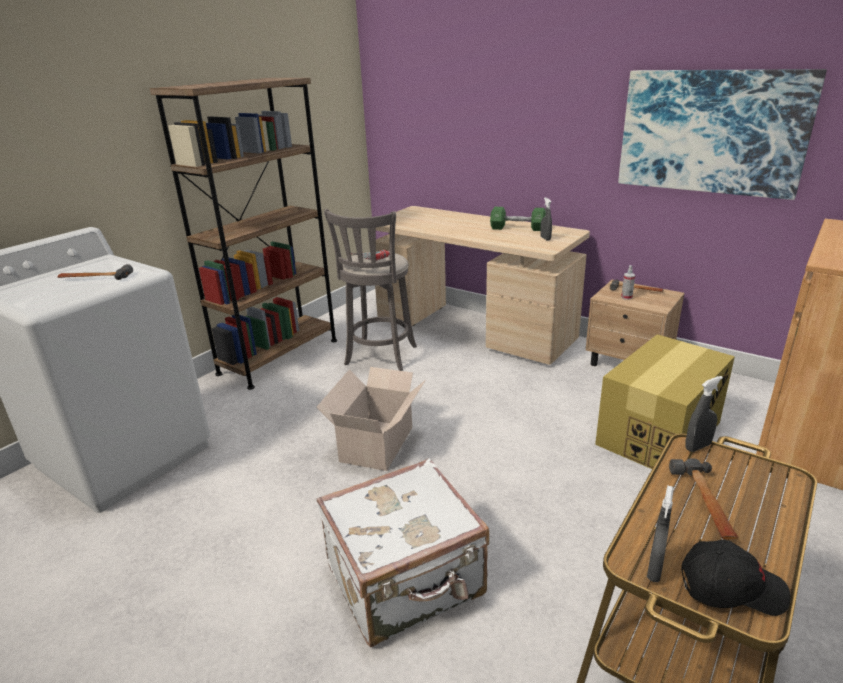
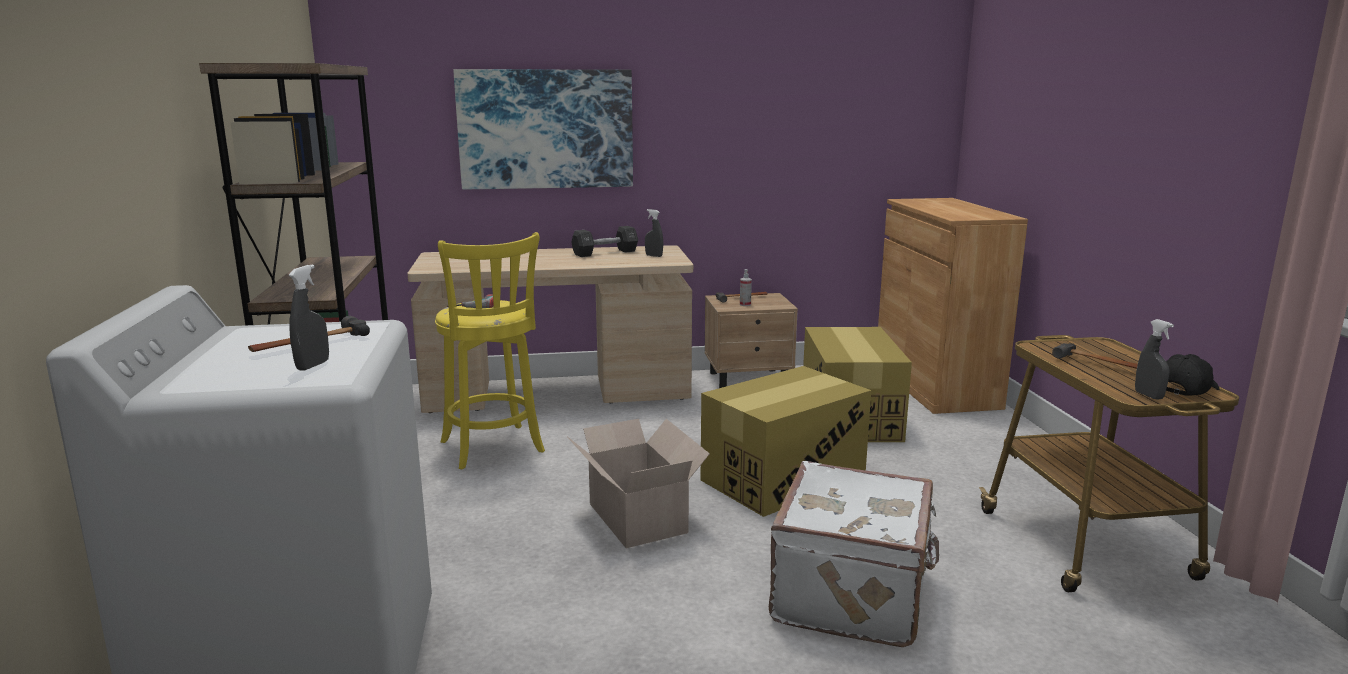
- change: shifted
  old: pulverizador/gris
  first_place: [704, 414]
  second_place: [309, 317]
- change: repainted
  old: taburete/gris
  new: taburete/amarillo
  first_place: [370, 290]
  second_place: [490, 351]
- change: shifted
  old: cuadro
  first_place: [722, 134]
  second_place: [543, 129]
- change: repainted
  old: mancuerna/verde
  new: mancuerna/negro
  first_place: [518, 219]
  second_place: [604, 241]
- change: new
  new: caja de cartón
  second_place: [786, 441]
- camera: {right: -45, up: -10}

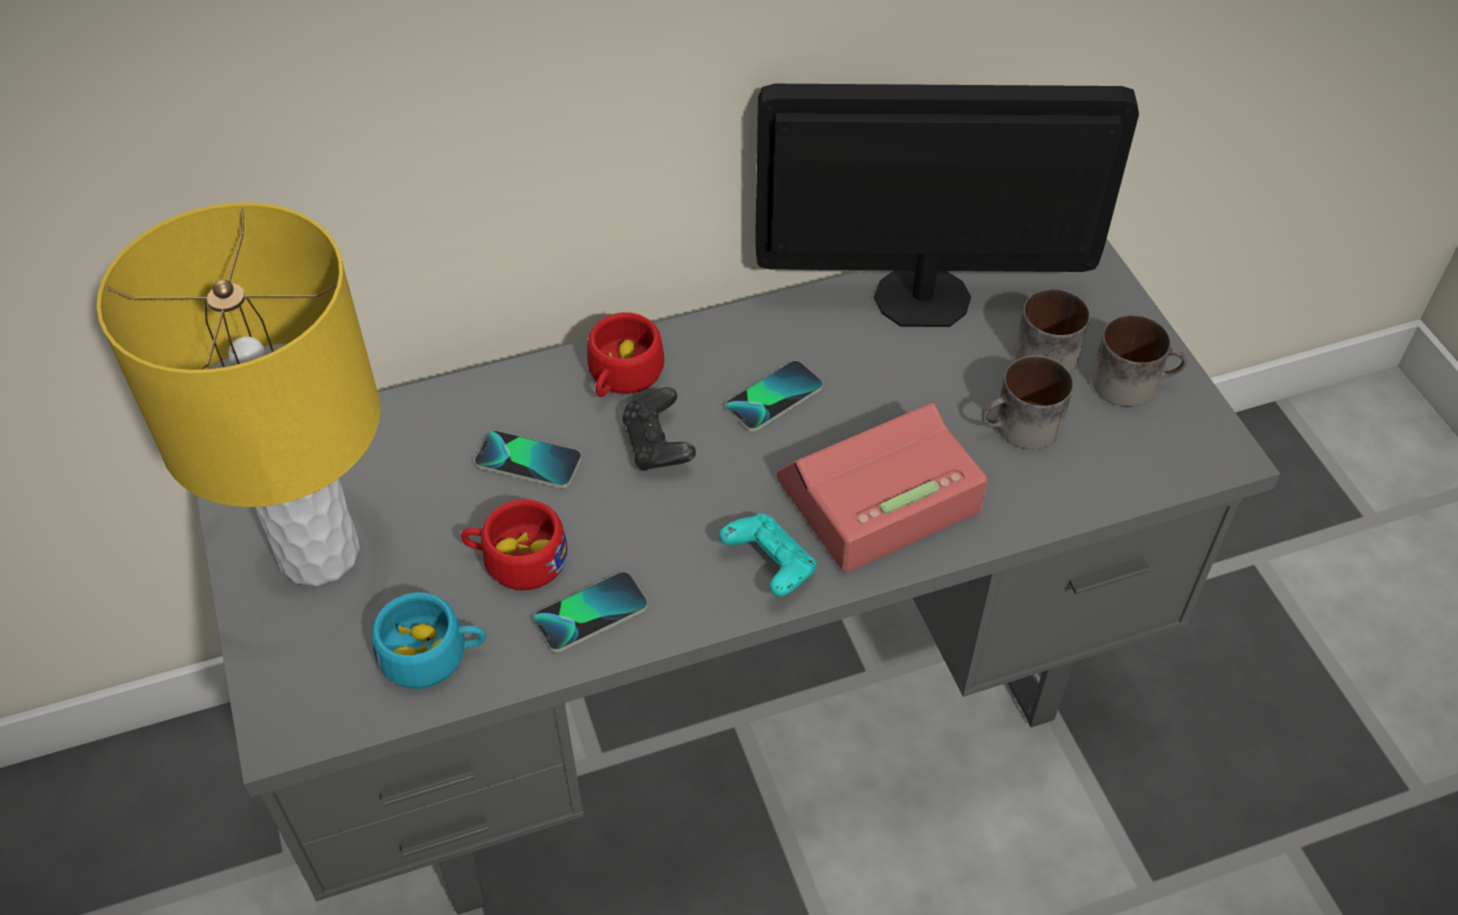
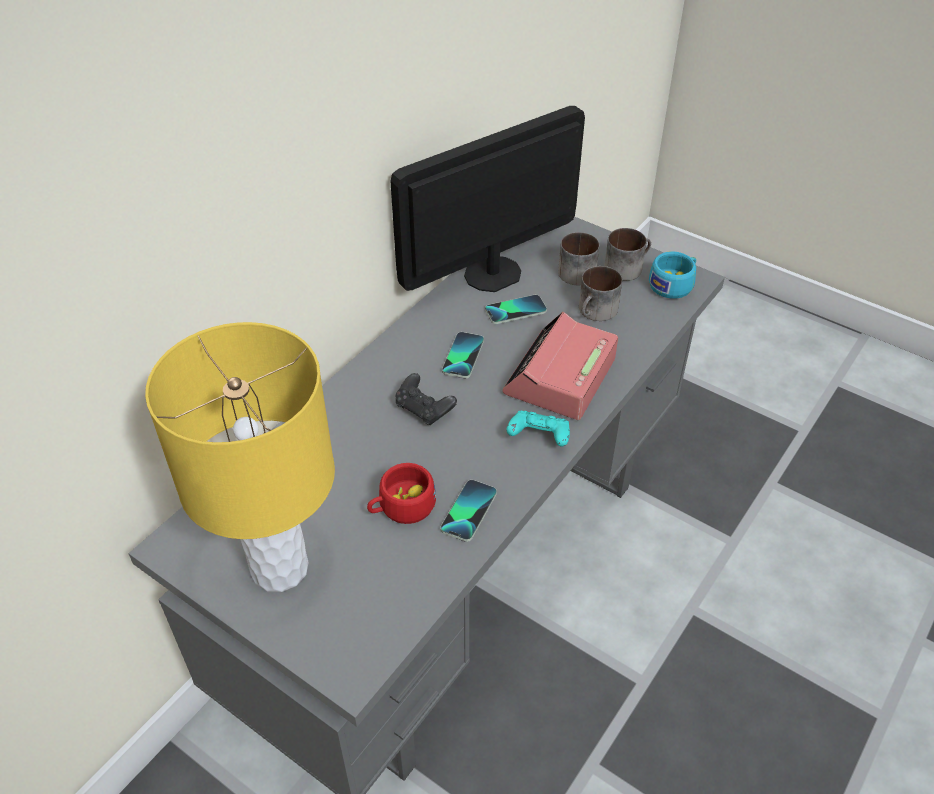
- change: shifted
  old: móvil
  first_place: [528, 459]
  second_place: [516, 309]
- change: shifted
  old: taza/turquesa
  first_place: [429, 641]
  second_place: [672, 275]
- change: gone
  old: taza/rojo
  first_place: [625, 354]
- camera: {right: -35, up: -5}

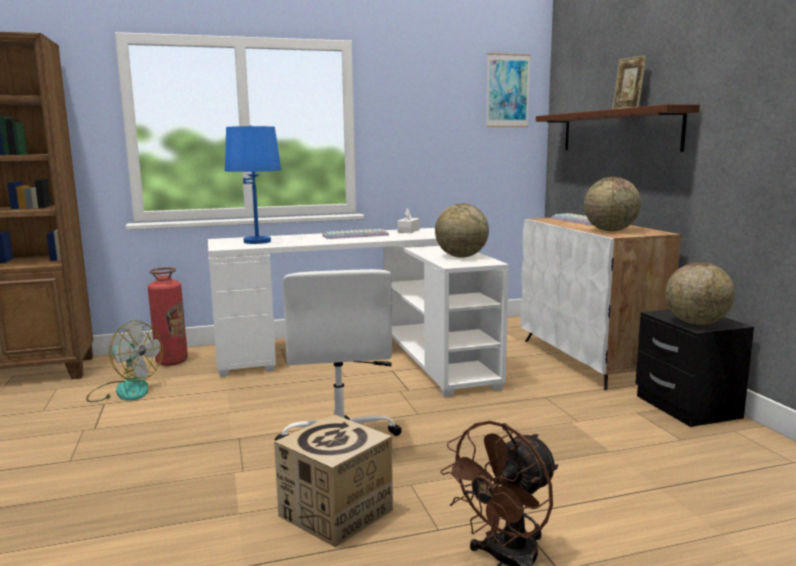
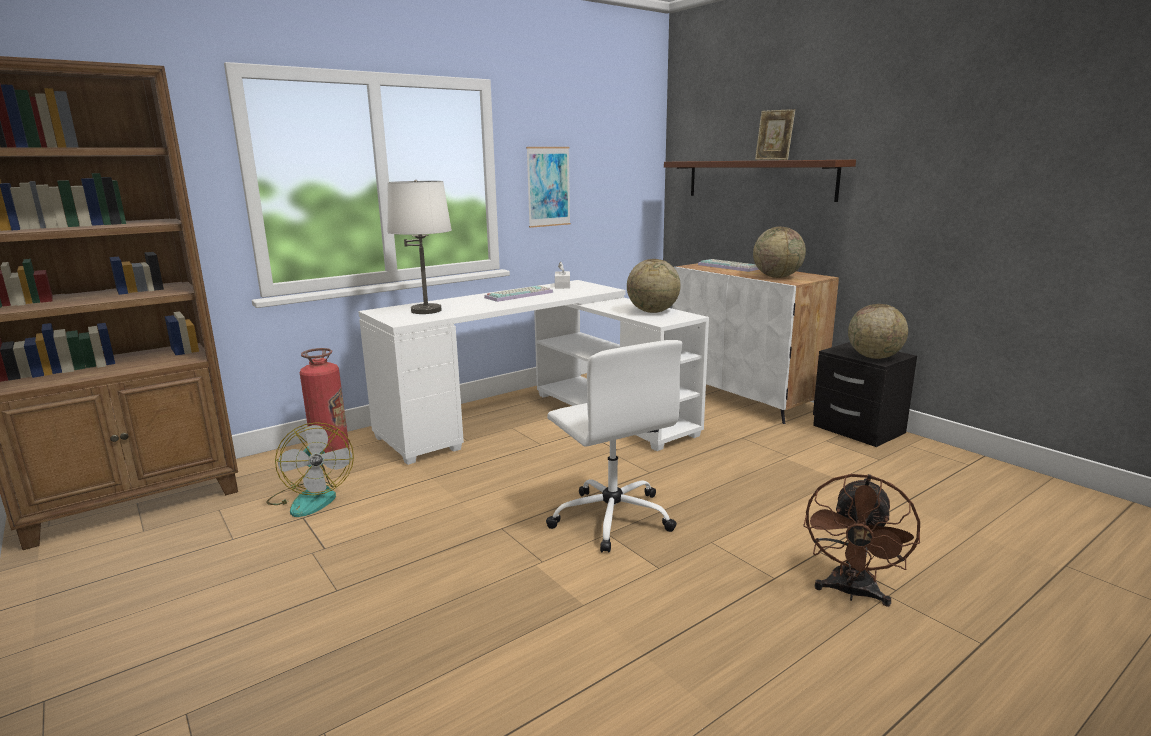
- change: rotated
  old: ventilador
  first_place: [124, 361]
  second_place: [310, 469]
  degrees: 60
- change: repainted
  old: lámpara de mesa/azul
  new: lámpara de mesa/blanco
  first_place: [253, 184]
  second_place: [419, 247]
- change: shifted
  old: cuadro
  first_place: [508, 90]
  second_place: [548, 187]
- change: gone
  old: caja de cartón
  first_place: [333, 480]
- camera: {right: -20, up: 5}

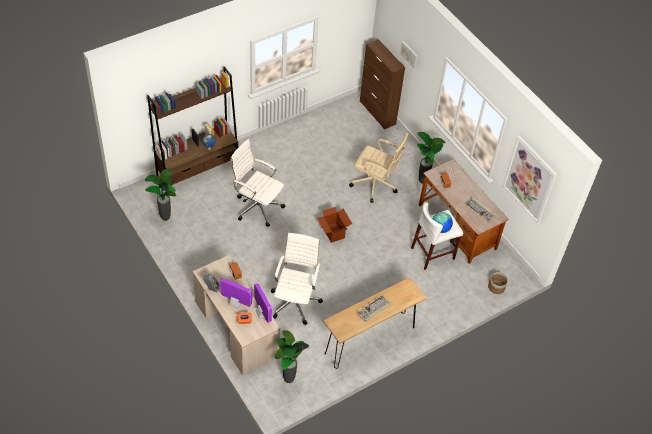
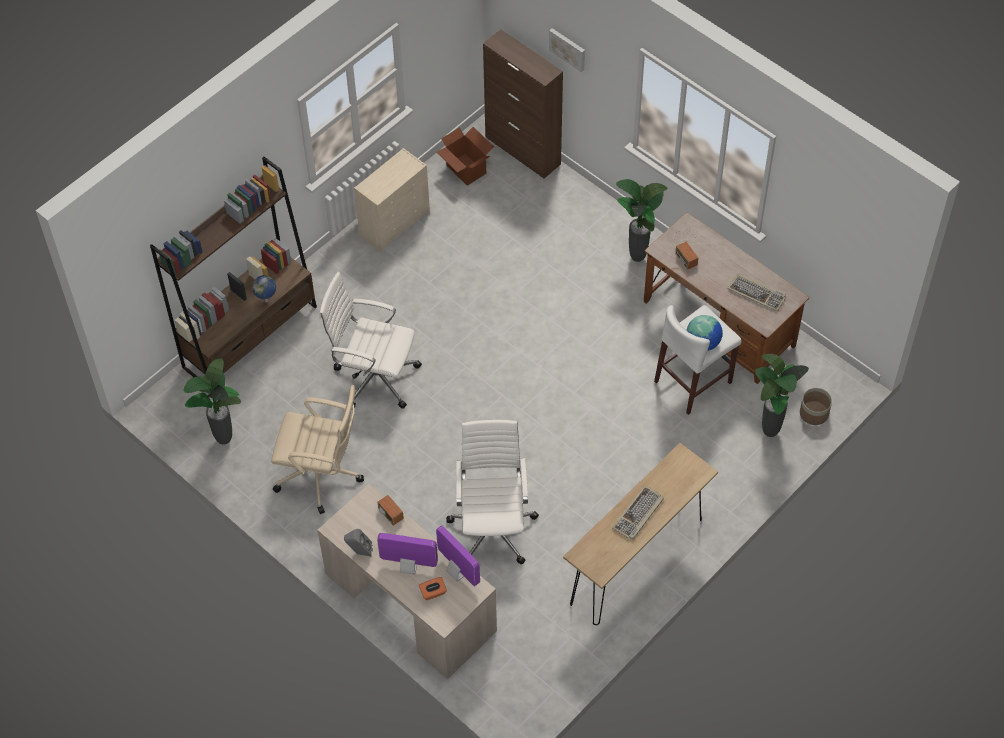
- change: shifted
  old: silla de oficina/beis
  first_place: [378, 168]
  second_place: [317, 449]
- change: new
  new: cómoda/beis
  second_place: [392, 200]
- change: shifted
  old: caja de cartón
  first_place: [334, 225]
  second_place: [465, 156]
- change: shifted
  old: planta en maceta
  first_place: [292, 356]
  second_place: [782, 395]
- change: gone
  old: cuadro
  first_place: [530, 179]
- camera: {right: -10, up: 5}

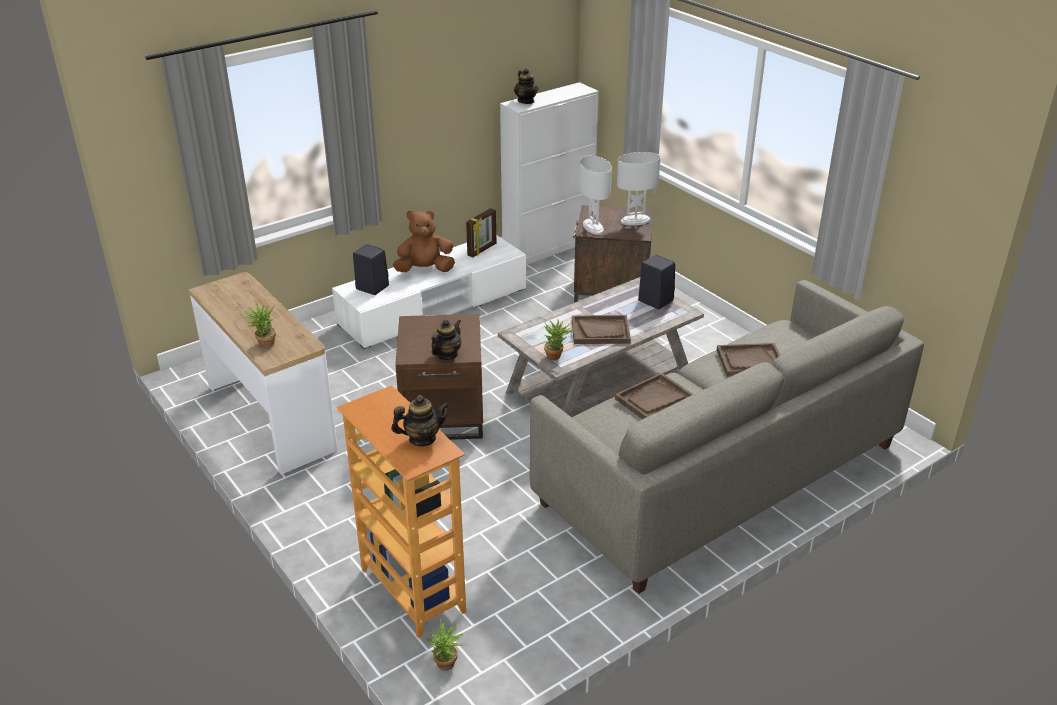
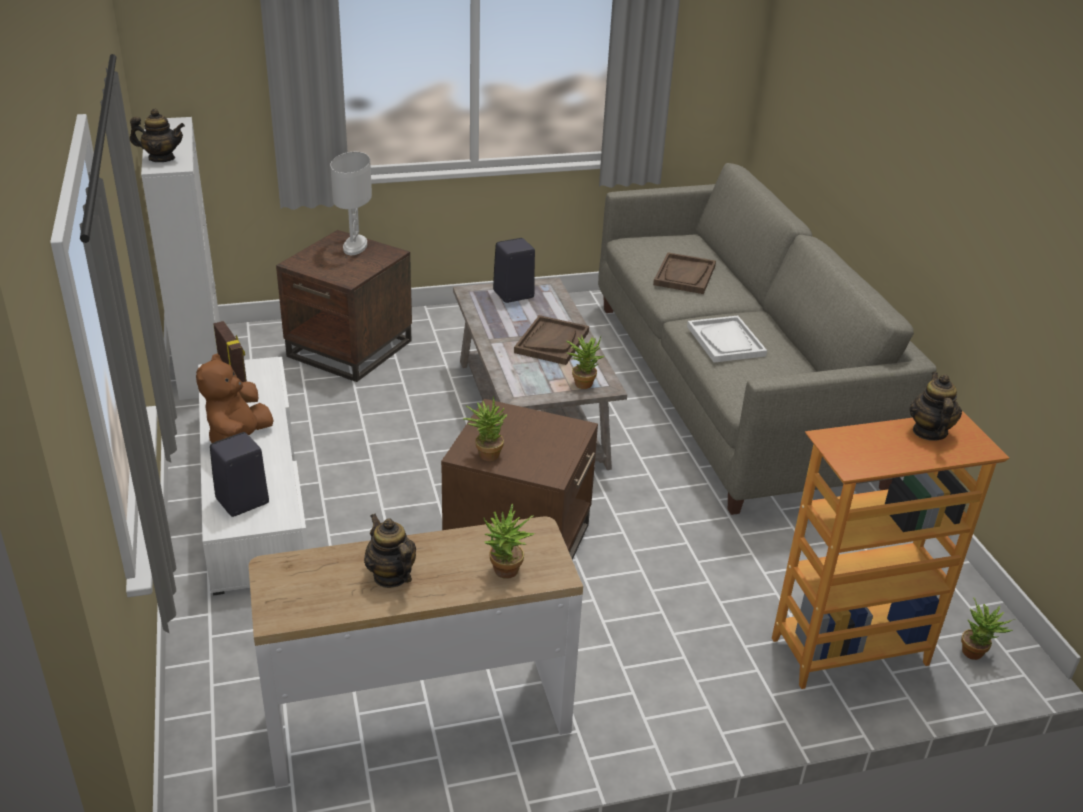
- change: shifted
  old: tetera
  first_place: [446, 339]
  second_place: [390, 551]
- change: new
  new: planta en maceta
  second_place: [485, 428]
- change: repainted
  old: bandeja/marrón
  new: bandeja/blanco
  first_place: [654, 396]
  second_place: [727, 339]
- change: gone
  old: lámpara de mesa/blanco
  first_place: [595, 195]
- camera: {right: -70, up: 0}

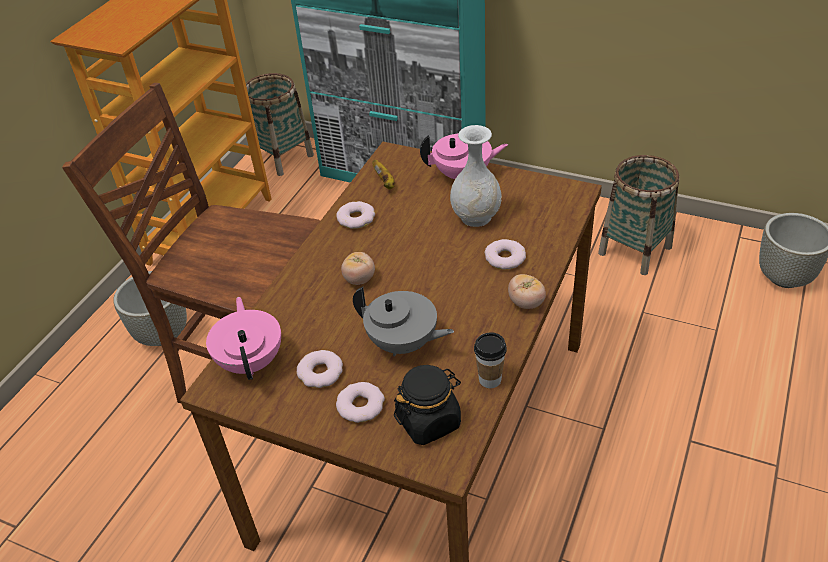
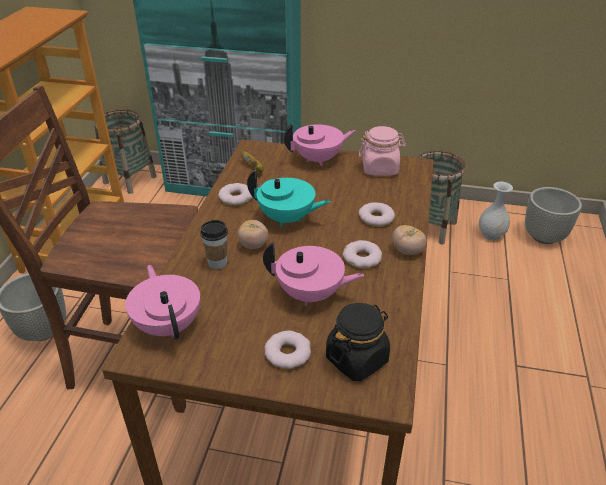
- change: shifted
  old: taza
  first_place: [490, 360]
  second_place: [214, 244]
- change: new
  new: tetera/turquesa
  second_place: [288, 198]
- change: repainted
  old: tetera/gris
  new: tetera/rosa
  first_place: [403, 322]
  second_place: [313, 274]
- change: shifted
  old: rosquilla
  first_place: [320, 369]
  second_place: [362, 254]
- change: new
  new: tarro/rosa
  second_place: [382, 151]
- change: shifted
  old: florero/blanco
  first_place: [476, 176]
  second_place: [496, 210]
- camera: {right: -15, up: -5}

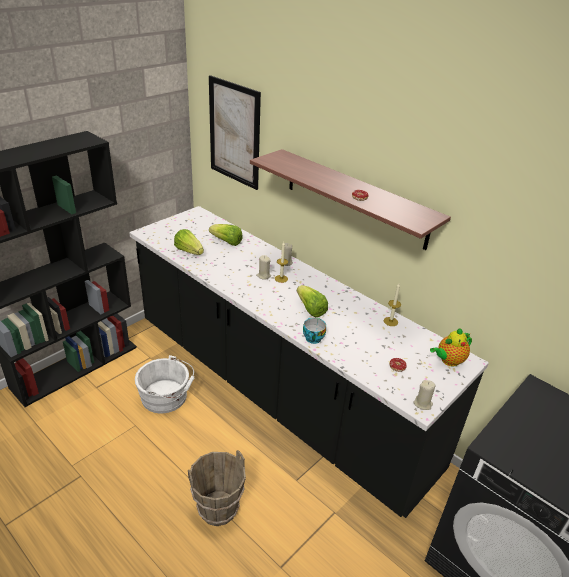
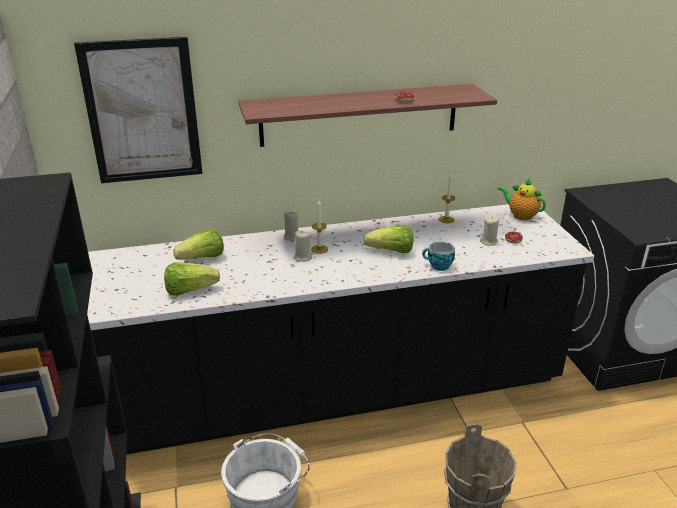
- change: shifted
  old: vela/beis
  first_place: [425, 395]
  second_place: [489, 231]
- change: rotated
  old: tetera
  first_place: [451, 347]
  second_place: [521, 199]
  degrees: 120
- camera: {right: -55, up: -5}

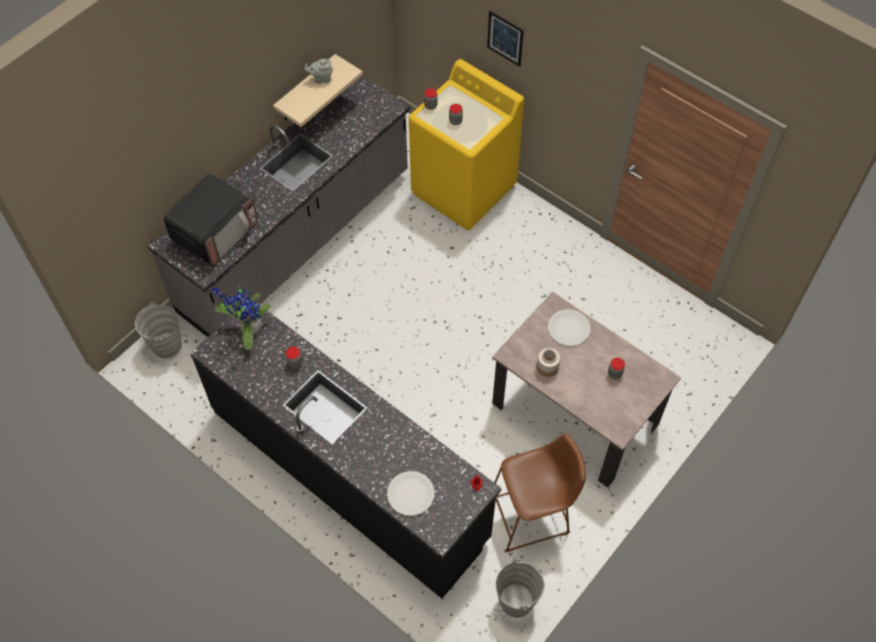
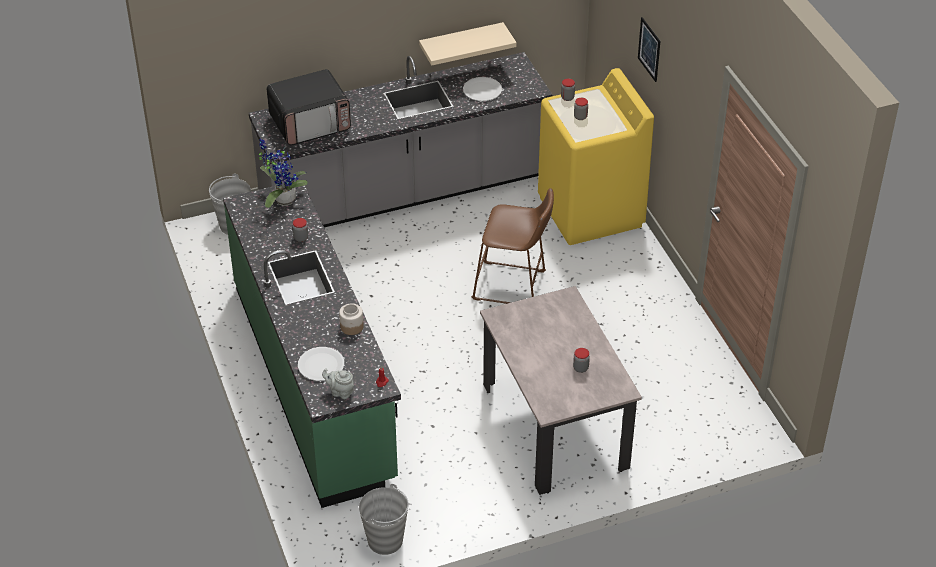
- change: repainted
  old: mueble bajo de cocina/negro
  new: mueble bajo de cocina/verde
  first_place: [345, 448]
  second_place: [312, 346]
- change: shifted
  old: tetera/gris
  first_place: [318, 71]
  second_place: [338, 383]
- change: shifted
  old: tarro
  first_place: [548, 362]
  second_place: [351, 319]
- change: shifted
  old: plato/blanco
  first_place: [569, 327]
  second_place: [482, 89]
- change: shifted
  old: taburete/marrón
  first_place: [540, 492]
  second_place: [513, 246]
- camera: {right: 30, up: -15}

